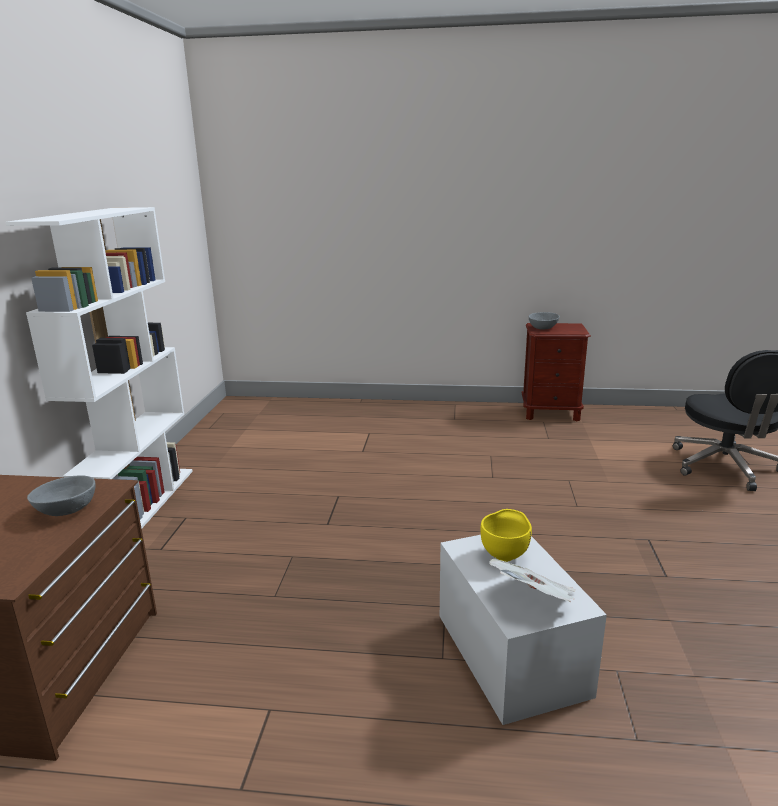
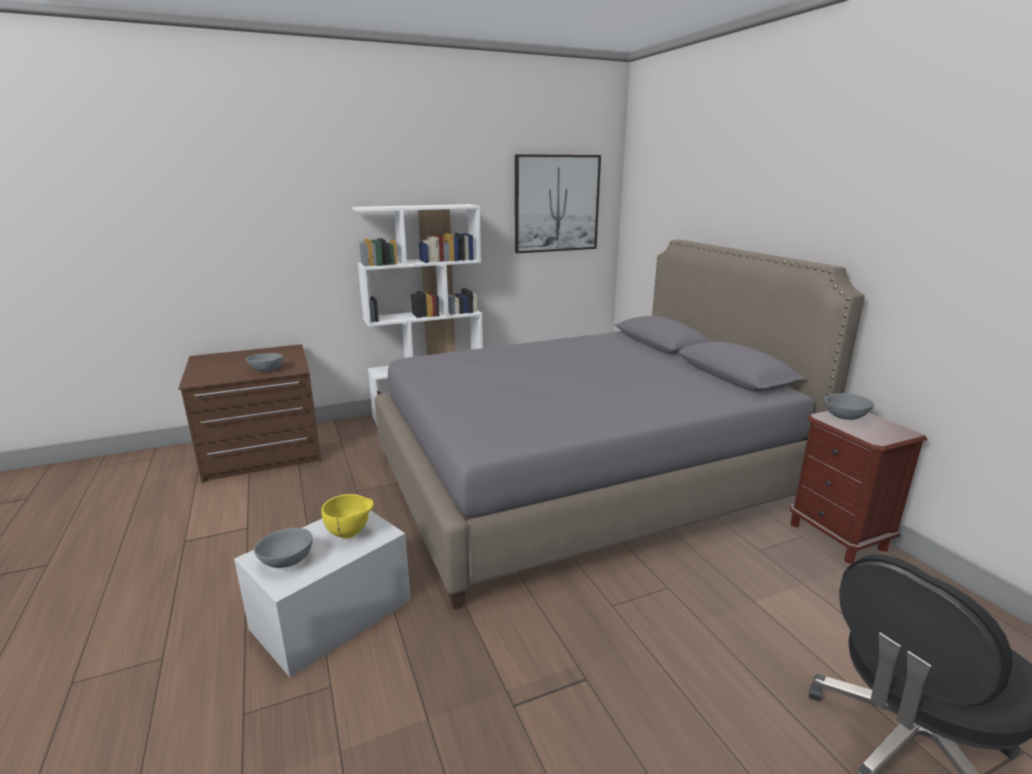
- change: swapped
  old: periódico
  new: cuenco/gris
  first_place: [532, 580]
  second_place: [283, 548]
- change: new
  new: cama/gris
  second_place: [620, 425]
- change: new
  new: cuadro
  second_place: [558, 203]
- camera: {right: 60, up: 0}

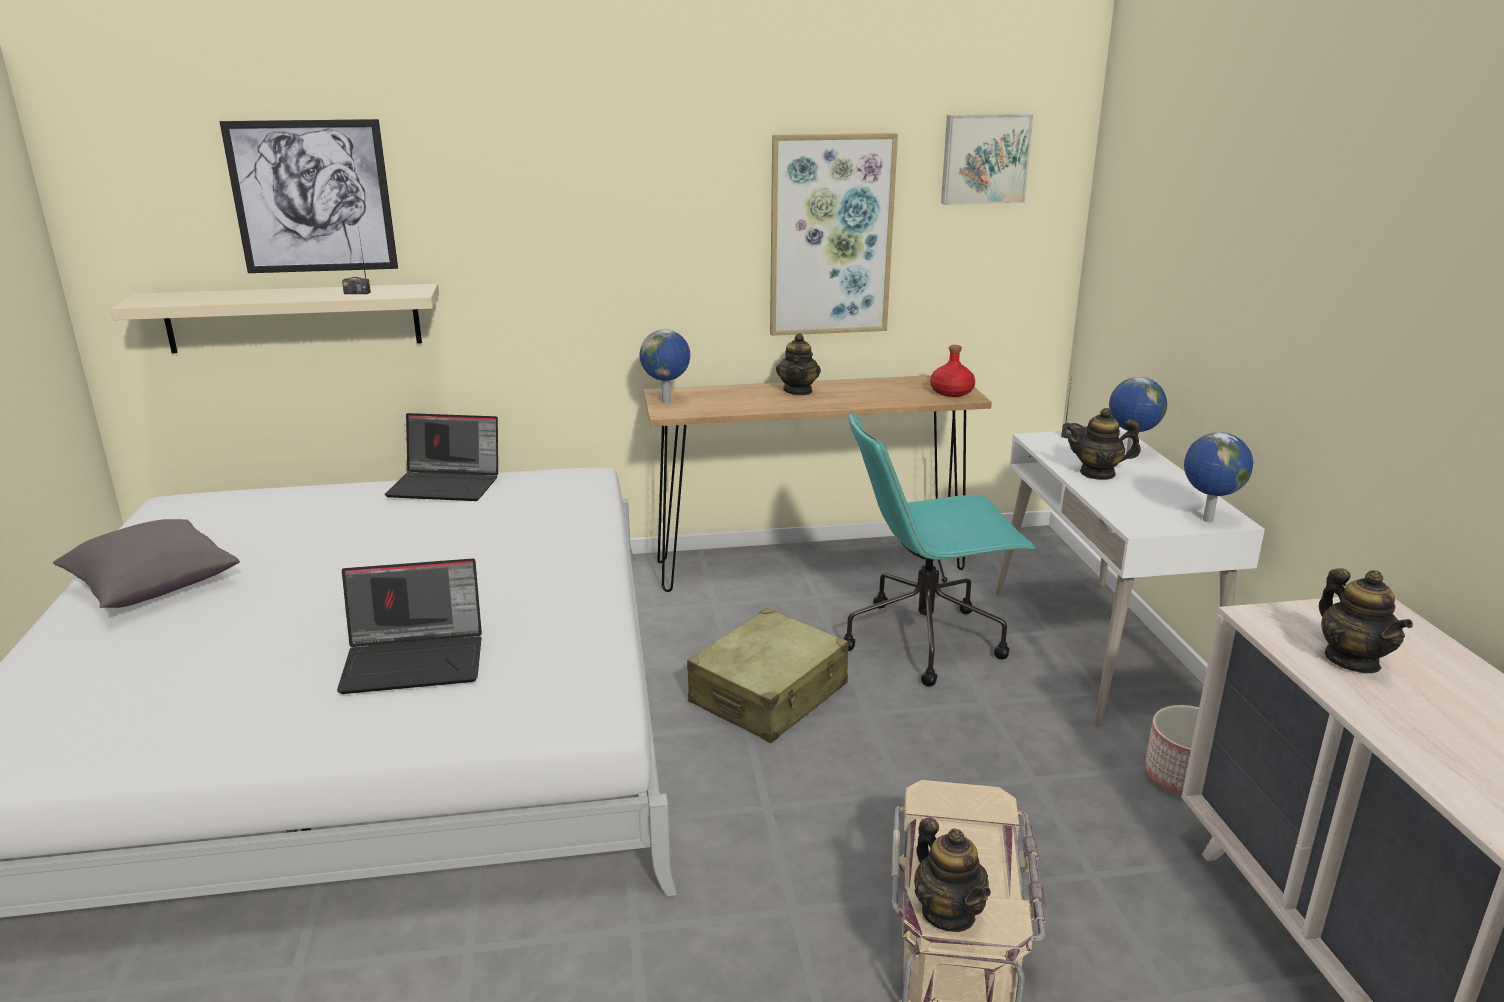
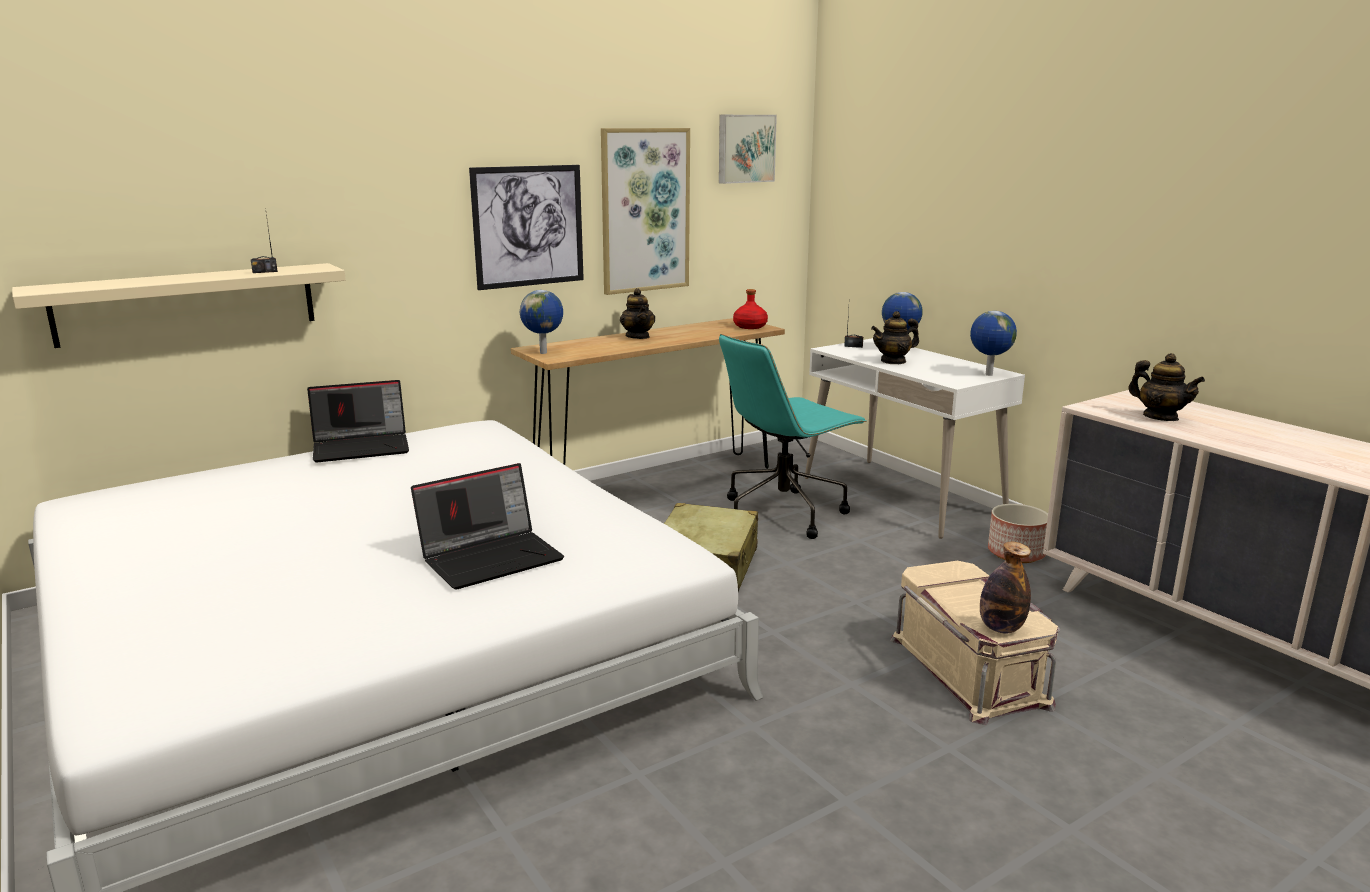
- change: shifted
  old: cuadro
  first_place: [309, 196]
  second_place: [526, 227]
- change: swapped
  old: tetera
  new: botella
  first_place: [952, 874]
  second_place: [1005, 588]
- change: gone
  old: cojín/gris
  first_place: [146, 563]
- camera: {right: -25, up: -5}

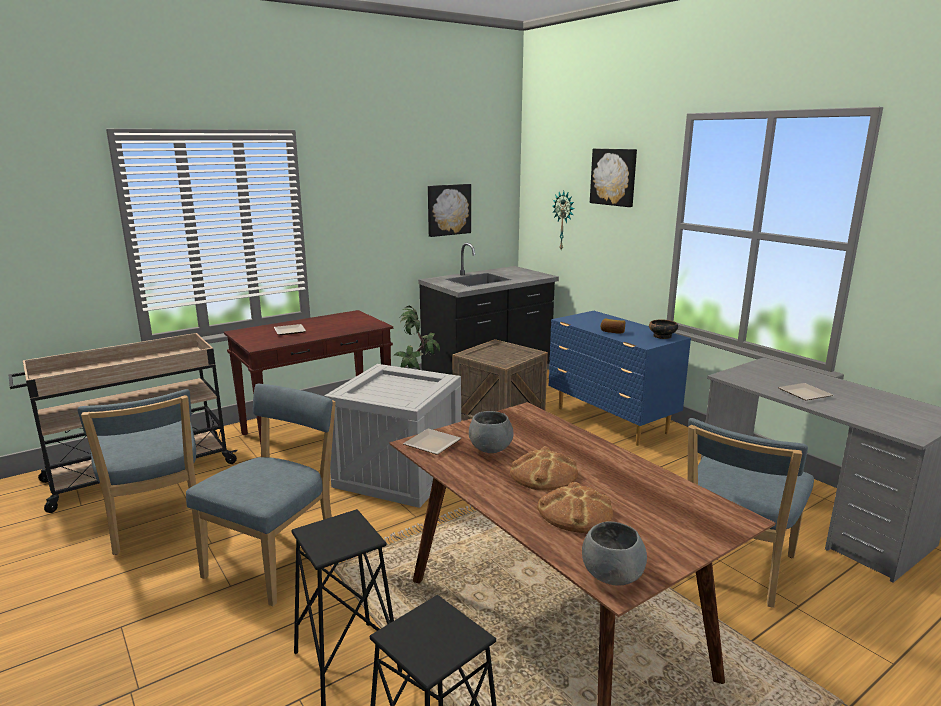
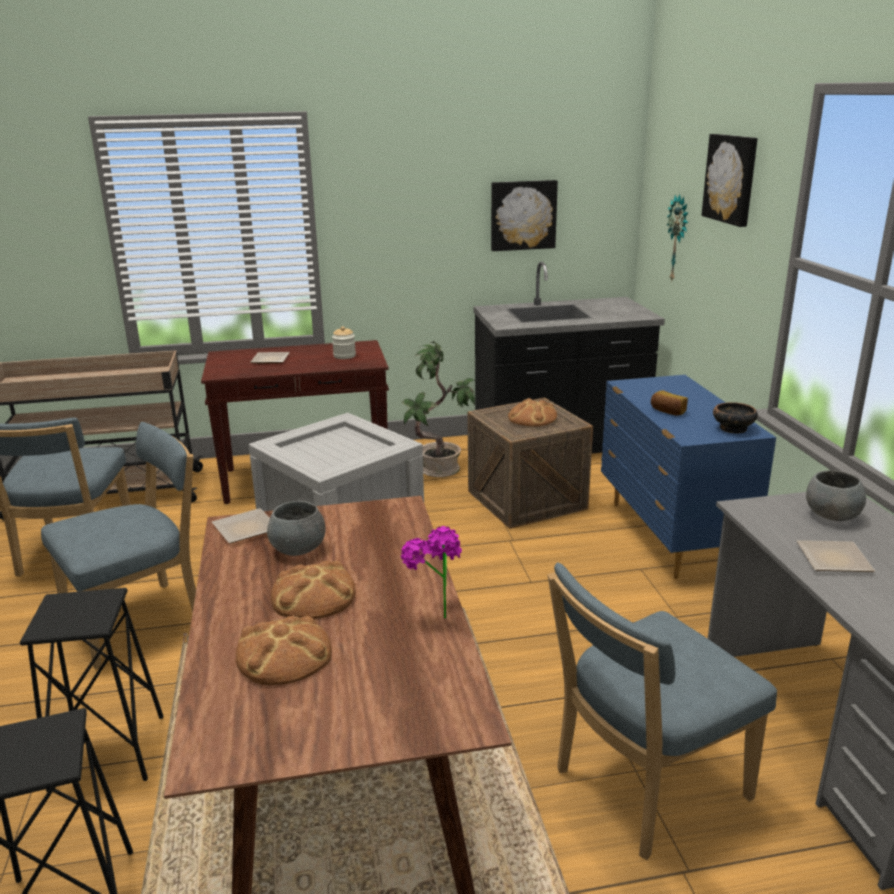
- change: new
  new: tarro
  second_place: [344, 342]
- change: new
  new: planta en maceta
  second_place: [431, 572]
- change: new
  new: pan
  second_place: [532, 412]
- change: shifted
  old: cuenco/gris
  first_place: [614, 553]
  second_place: [836, 495]
- camera: {right: 25, up: 5}

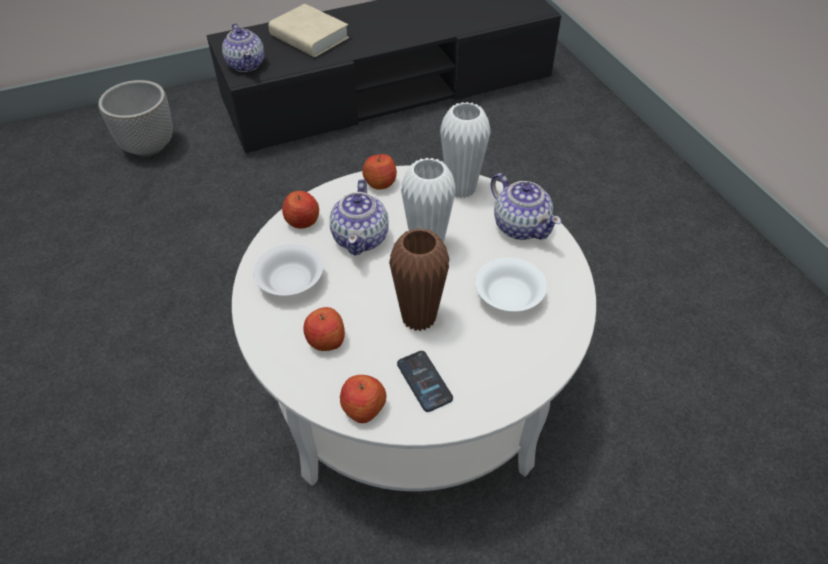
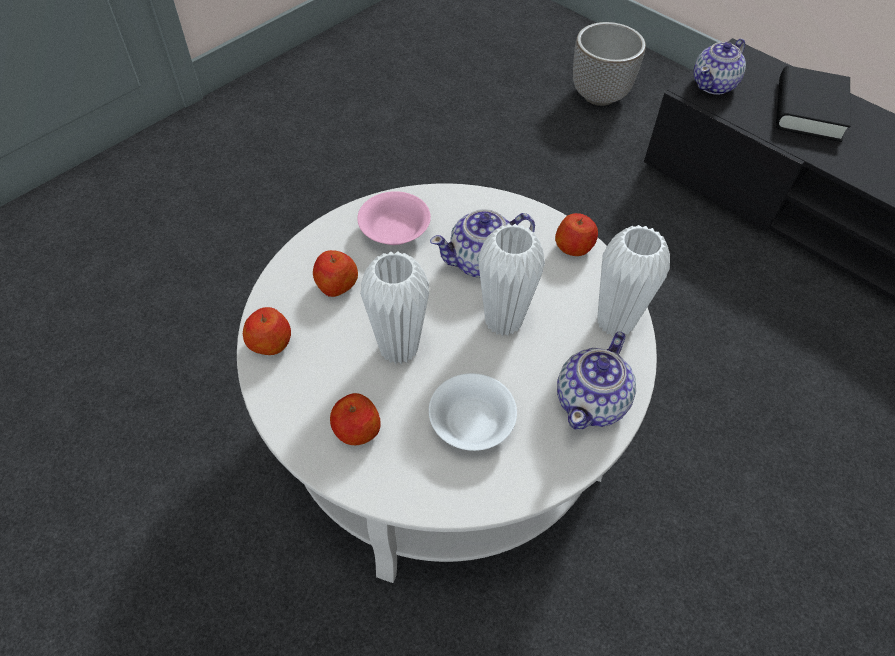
- change: shifted
  old: manzana
  first_place: [300, 210]
  second_place: [355, 419]
- change: repainted
  old: cuenco/blanco
  new: cuenco/rosa
  first_place: [288, 269]
  second_place: [394, 218]
- change: repainted
  old: florero/marrón
  new: florero/blanco
  first_place: [419, 279]
  second_place: [394, 307]
- change: repainted
  old: libro/beis
  new: libro/negro
  first_place: [308, 30]
  second_place: [813, 104]
- change: gone
  old: móvil
  first_place: [425, 381]
- camera: {right: 65, up: 5}

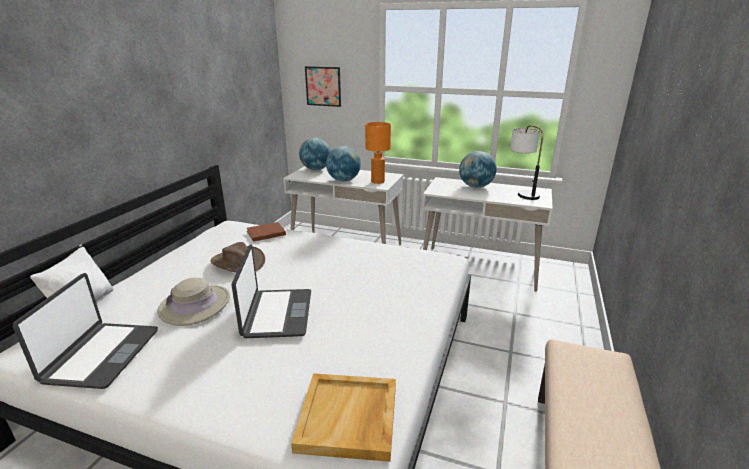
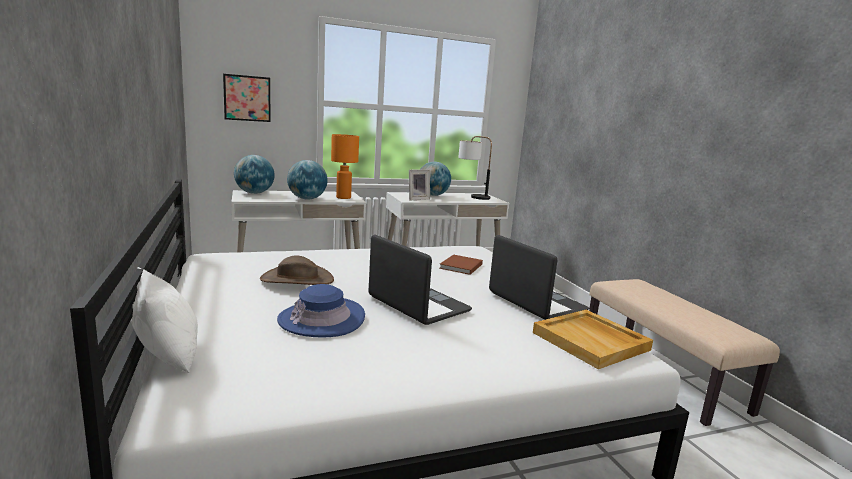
- change: repainted
  old: sombrero/beis
  new: sombrero/azul
  first_place: [193, 301]
  second_place: [321, 310]
- change: new
  new: portarretratos
  second_place: [419, 184]
- change: shifted
  old: libro/marrón
  first_place: [266, 232]
  second_place: [461, 264]
- change: shifted
  old: portátil
  first_place: [85, 331]
  second_place: [539, 277]
- camera: {right: -40, up: -10}

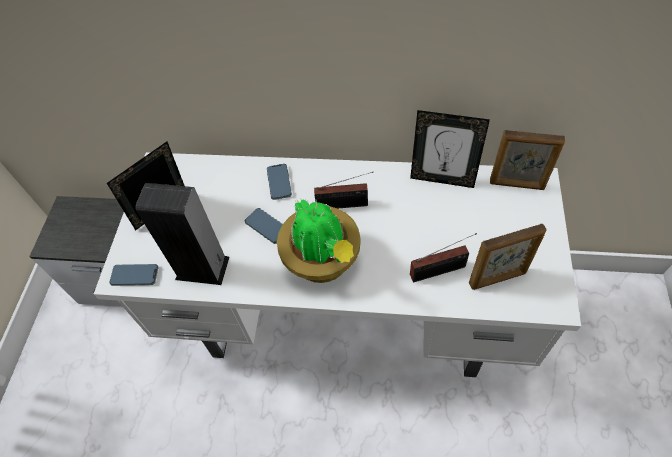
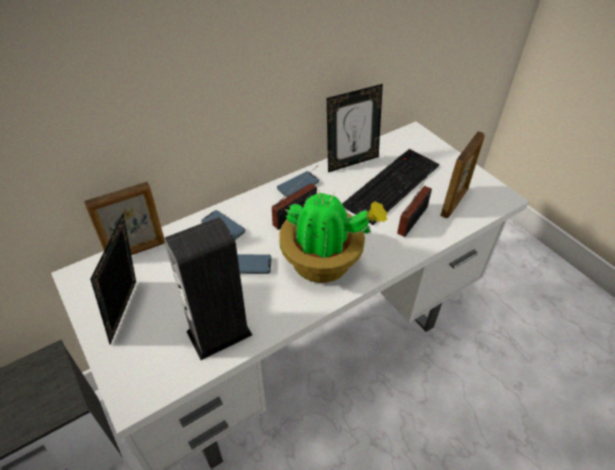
- change: shifted
  old: portarretratos
  first_place: [527, 160]
  second_place: [124, 218]
- change: shifted
  old: móvil
  first_place: [133, 275]
  second_place: [298, 184]
- change: new
  new: teclado
  second_place: [390, 187]
- camera: {right: -45, up: -10}

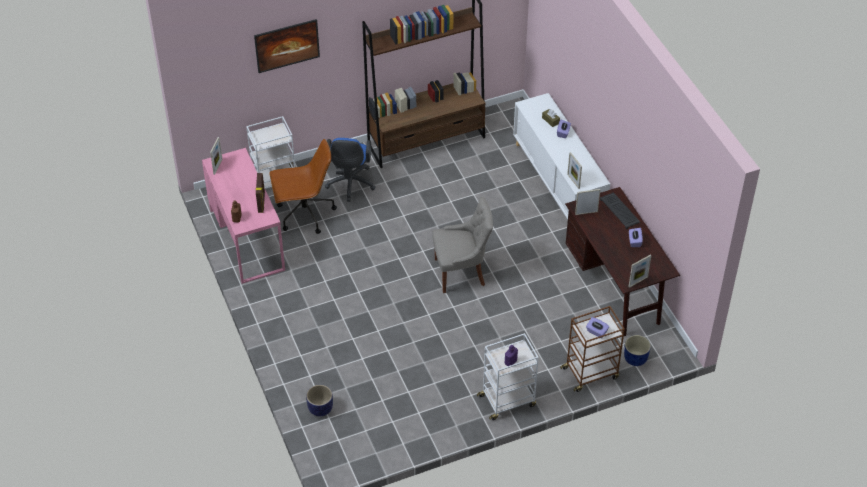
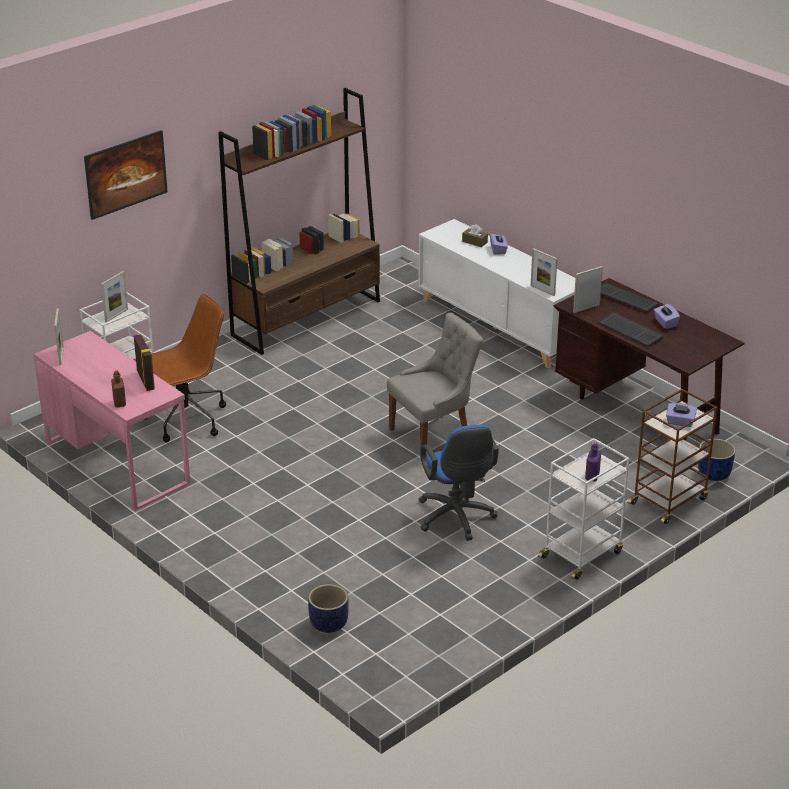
- change: shifted
  old: portarretratos
  first_place: [640, 271]
  second_place: [114, 296]
- change: shifted
  old: silla de oficina/azul
  first_place: [350, 170]
  second_place: [458, 483]
- change: new
  new: teclado
  second_place: [630, 329]
- camera: {right: -20, up: -15}

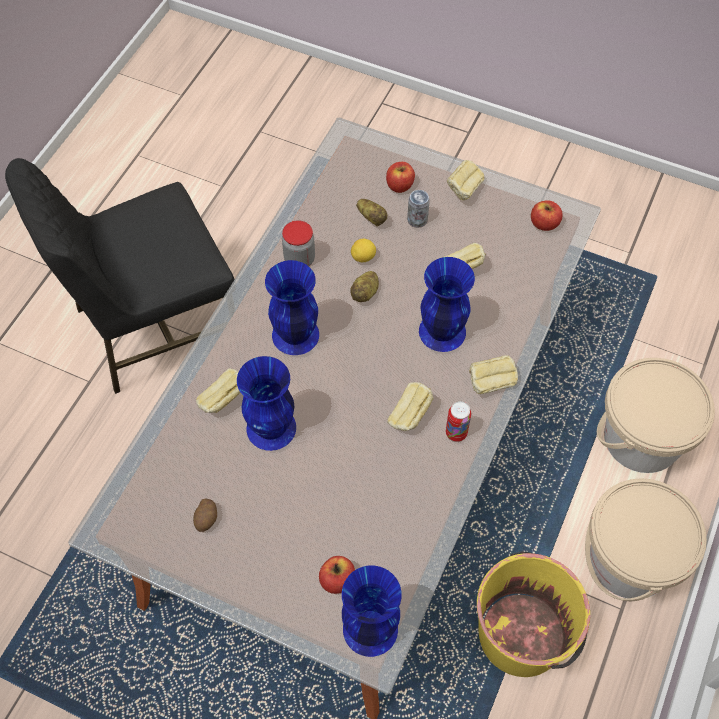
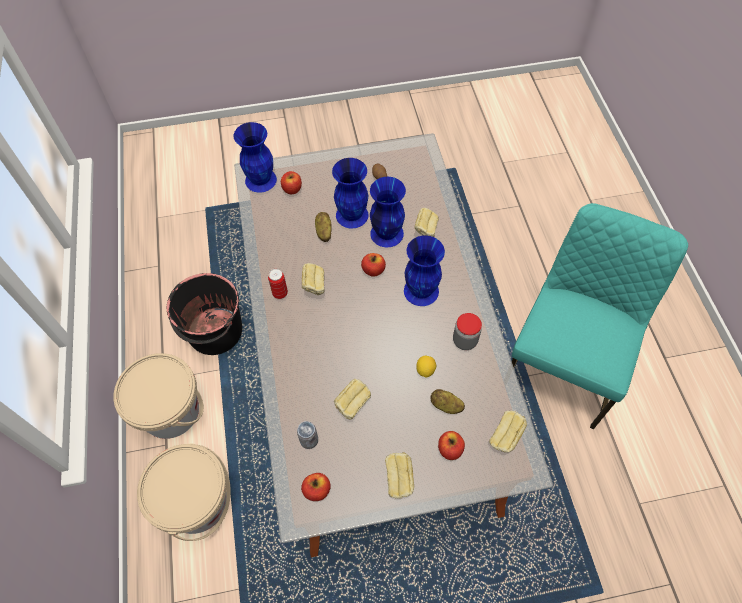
- change: repainted
  old: cubo/amarillo
  new: cubo/negro
  first_place: [533, 614]
  second_place: [204, 314]
- change: shifted
  old: lata
  first_place: [418, 209]
  second_place: [307, 435]
- change: shifted
  old: patata
  first_place: [364, 286]
  second_place: [323, 227]
- change: shifted
  old: florero/azul
  first_place: [447, 304]
  second_place: [350, 193]
- change: new
  new: manzana
  second_place: [373, 265]
- change: shifted
  old: pan
  first_place: [493, 374]
  second_place: [508, 432]
- change: repainted
  old: silla/negro
  new: silla/turquesa
  first_place: [120, 276]
  second_place: [600, 316]
- camera: {right: 145, up: 0}

